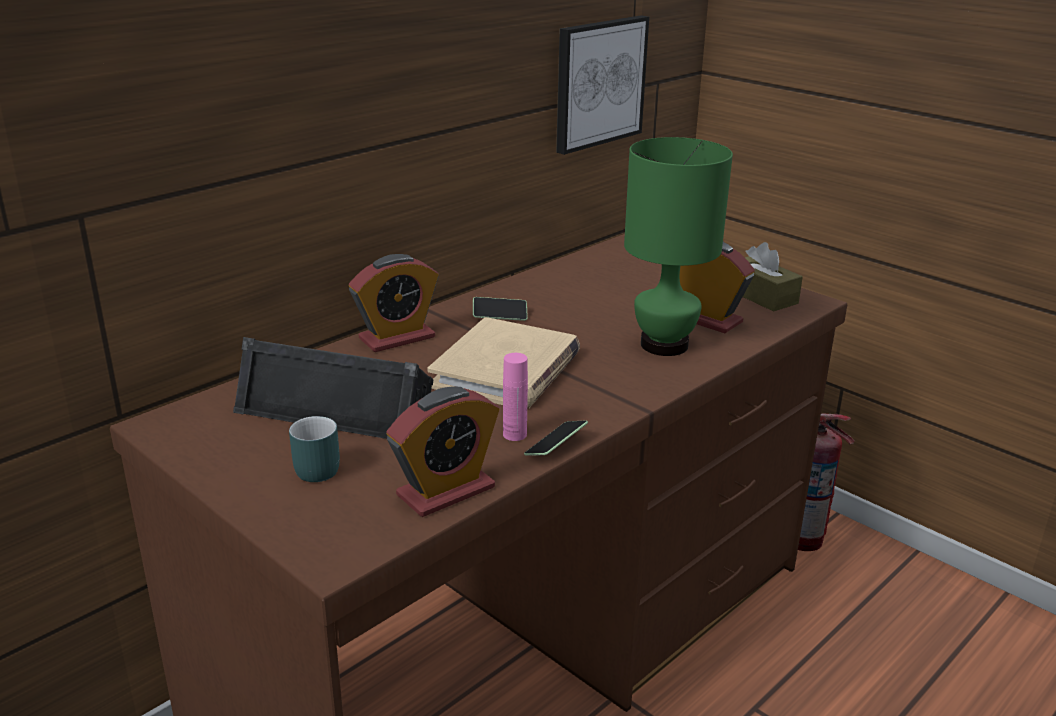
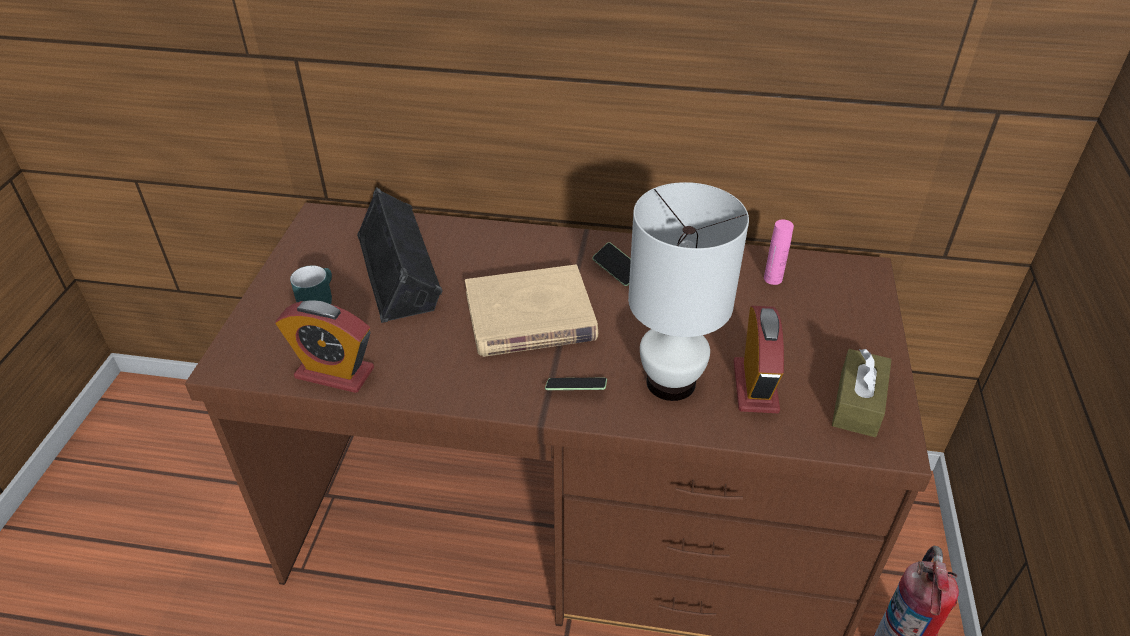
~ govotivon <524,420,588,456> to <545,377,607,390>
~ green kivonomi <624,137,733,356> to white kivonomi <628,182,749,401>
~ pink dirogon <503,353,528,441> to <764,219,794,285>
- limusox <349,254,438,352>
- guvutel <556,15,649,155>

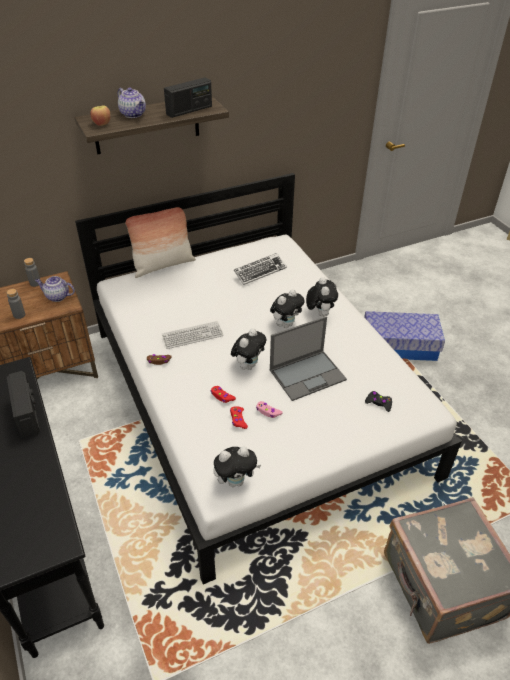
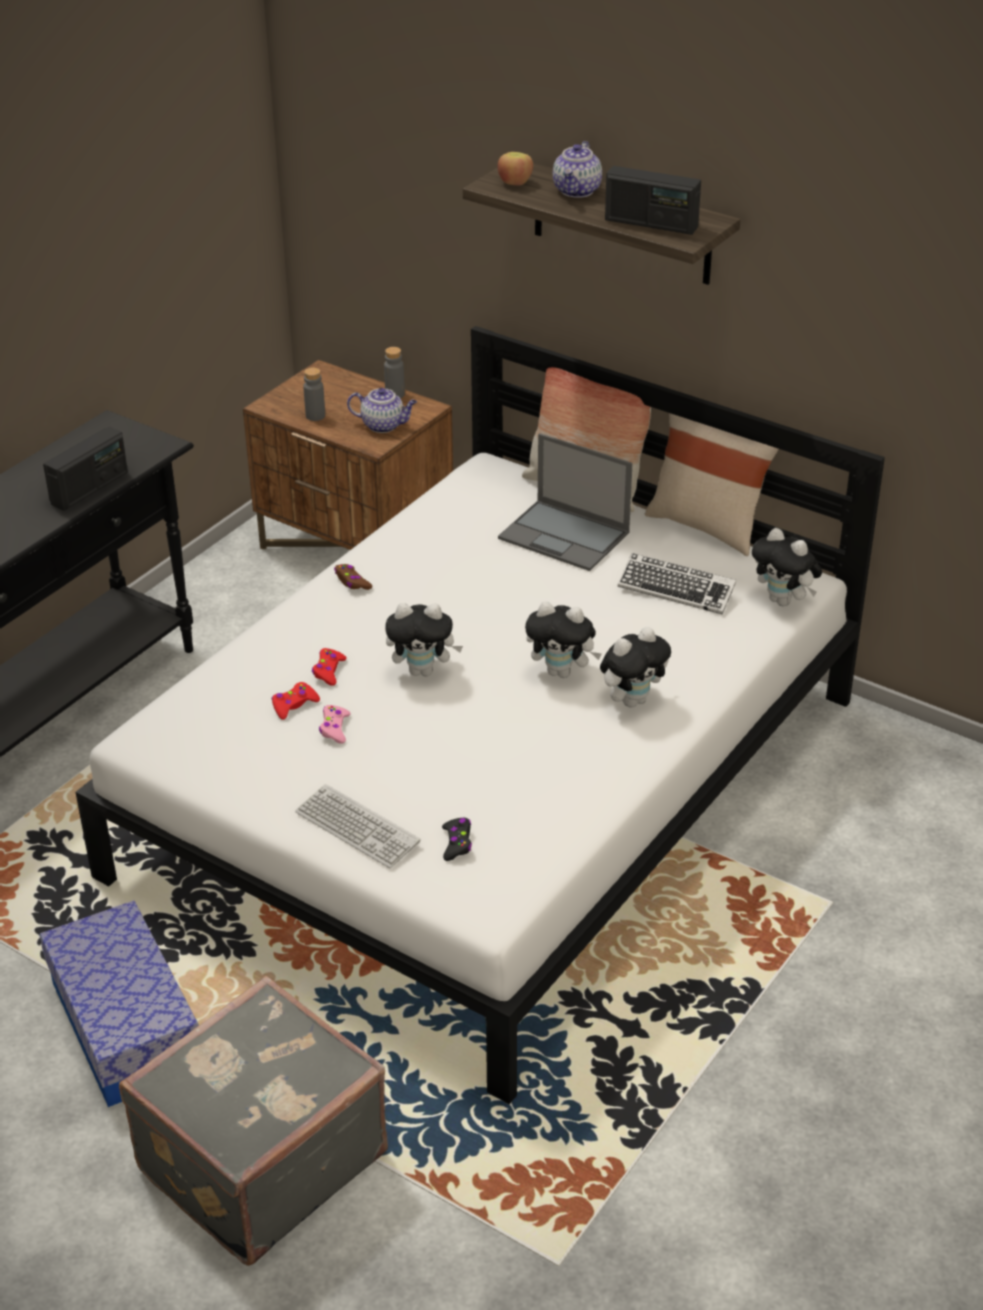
~ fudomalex <364,311,445,361> to <39,900,199,1107>
~ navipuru <162,321,224,349> to <295,784,421,868>
~ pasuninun <35,276,75,302> = <347,388,417,433> 120 degrees clockwise
~ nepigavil <270,316,347,401> to <498,433,633,571>
+ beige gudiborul <645,413,779,556>
~ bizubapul <213,446,261,487> to <752,528,822,606>

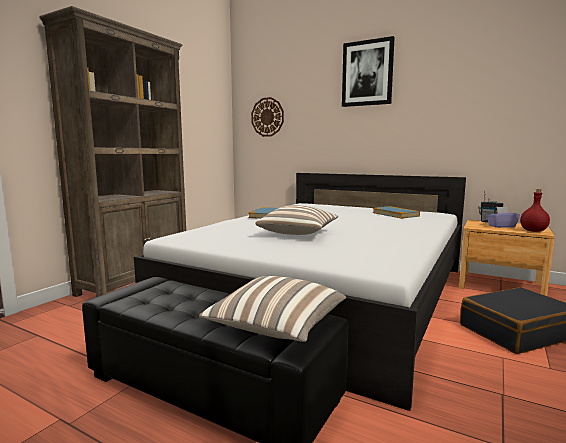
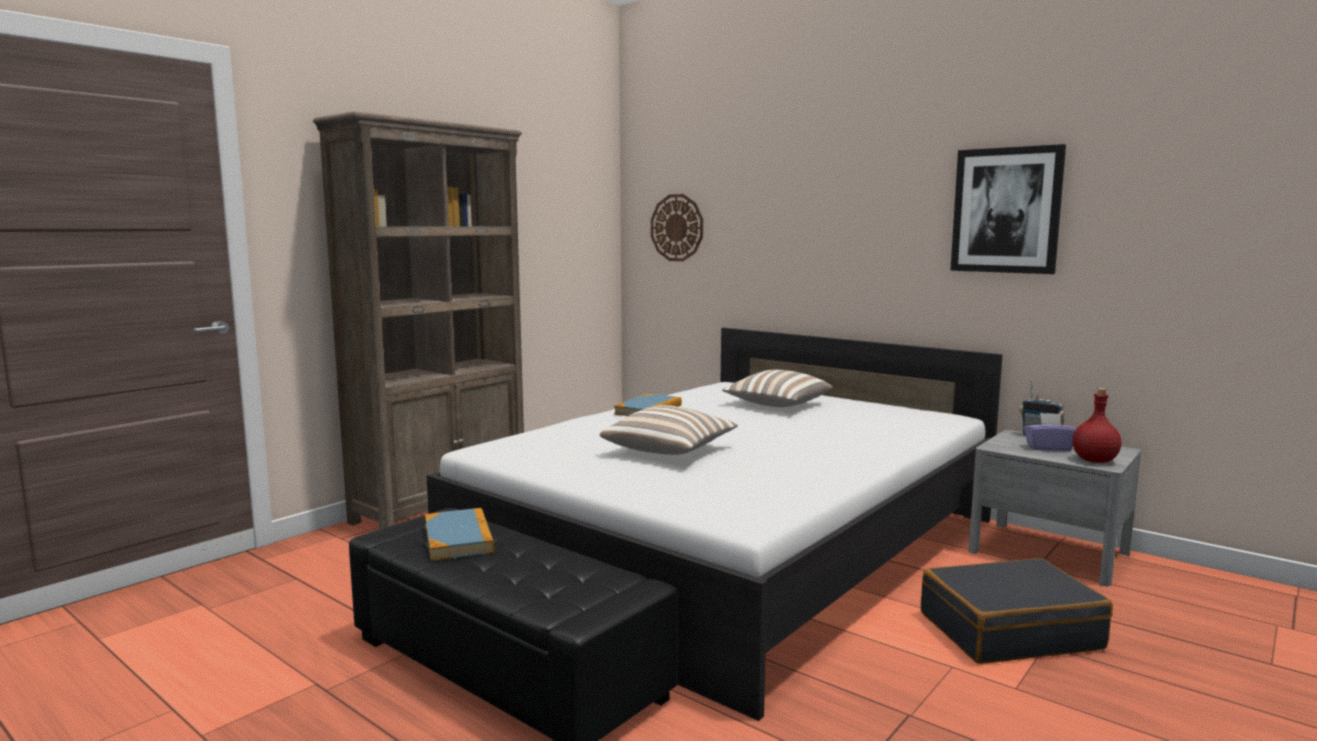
~ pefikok <373,206,420,219> to <425,508,495,561>
~ gudiborul <199,276,346,342> to <722,370,833,407>
~ guvutel <342,36,395,107> to <950,144,1066,274>
~ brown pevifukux <459,220,555,296> to grey pevifukux <969,430,1141,586>

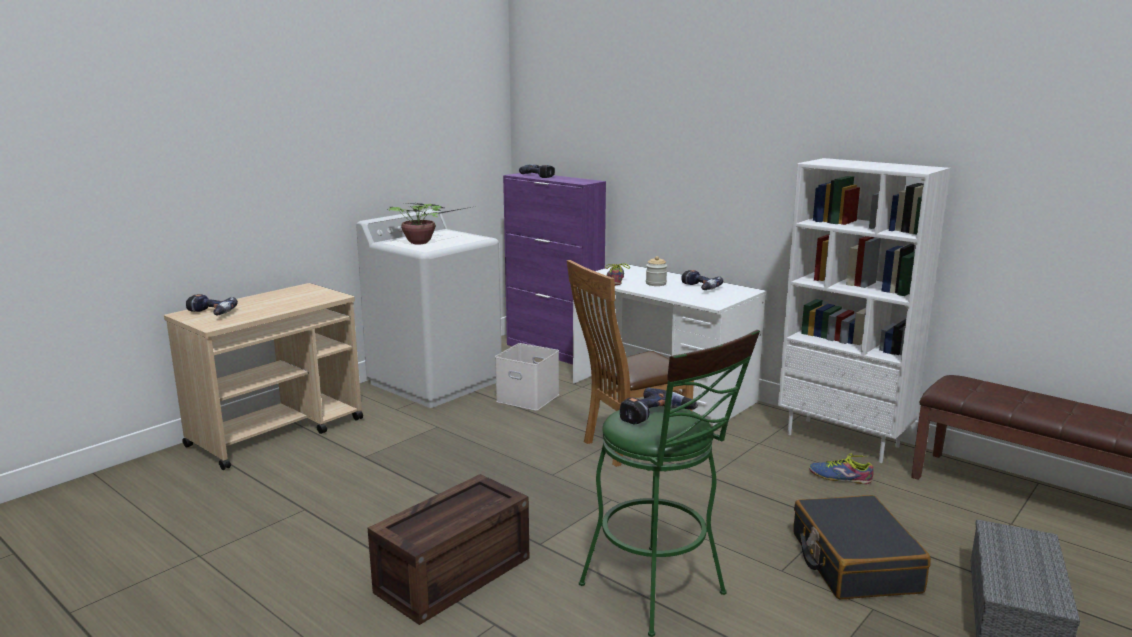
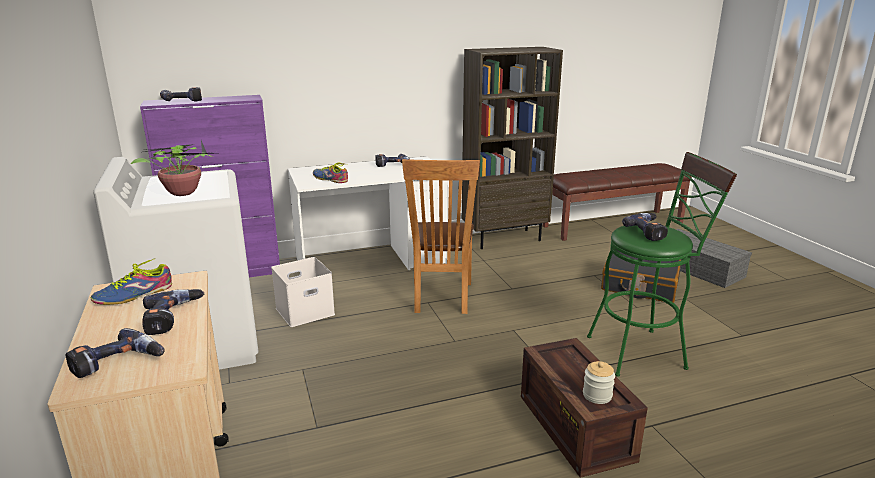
~ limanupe <809,453,874,484> to <91,258,172,305>
+ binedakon <142,289,204,335>
~ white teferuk <778,158,951,463> to brown teferuk <462,47,563,249>
~ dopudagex <646,256,667,286> to <583,361,615,404>

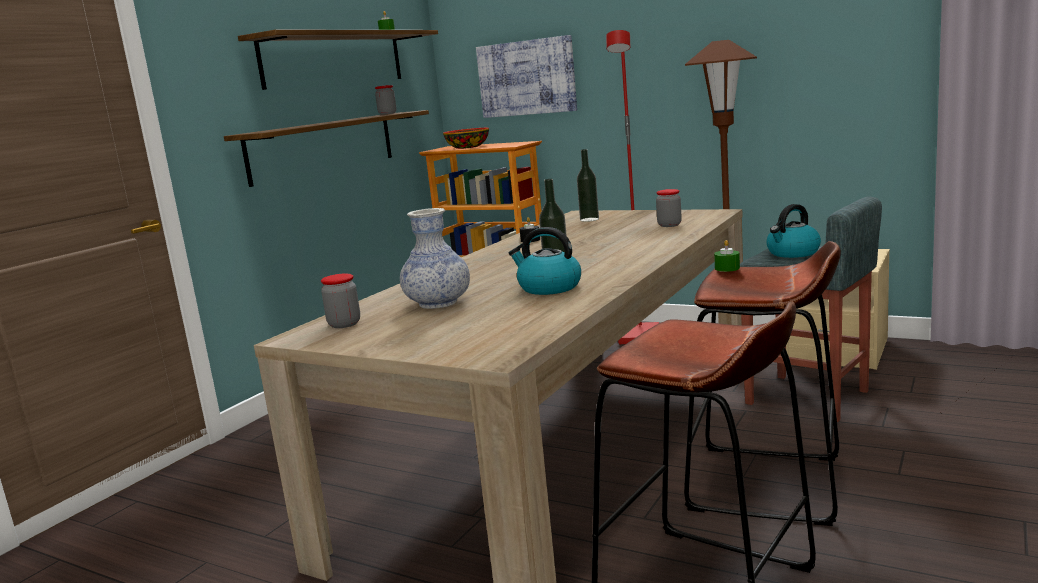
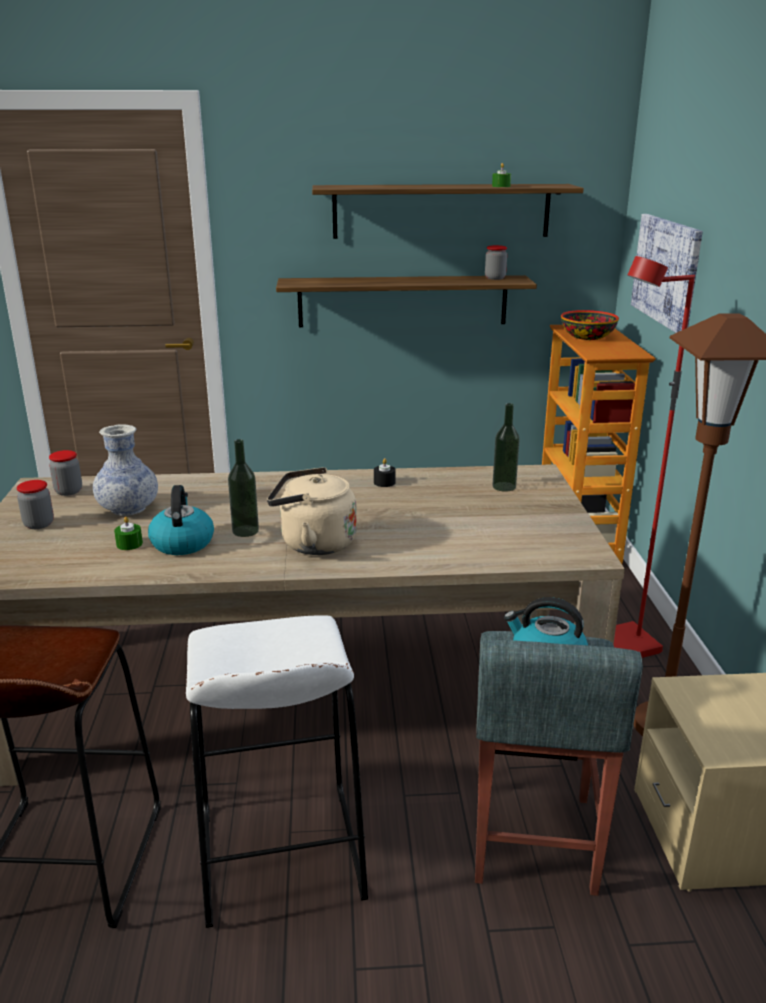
~ dopudagex <656,189,682,227> to <16,480,54,529>
~ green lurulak <714,240,740,272> to <114,517,143,550>
~ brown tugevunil <684,241,841,526> to white tugevunil <186,615,368,928>
+ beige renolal <267,467,357,555>

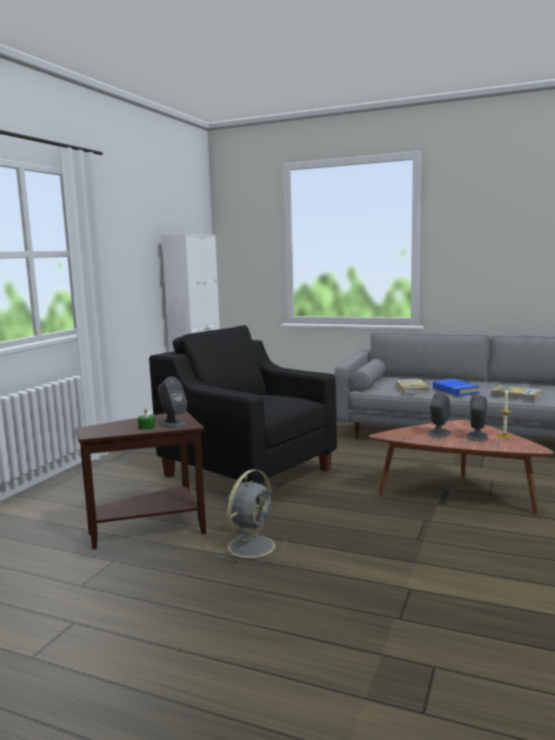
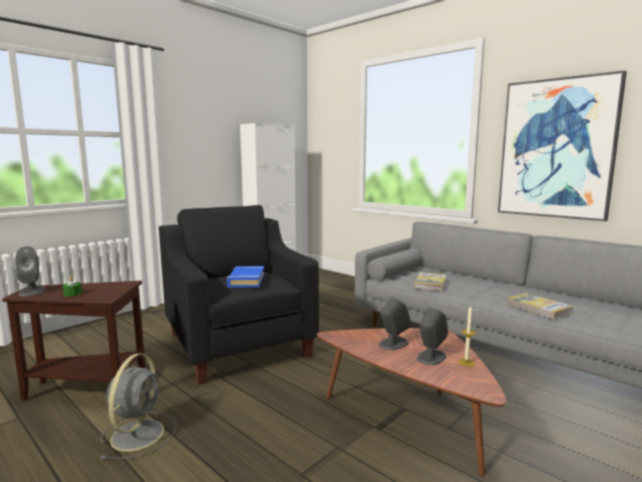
~ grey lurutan <158,377,187,428> to <15,246,45,296>
~ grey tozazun <218,469,287,563> = <100,354,177,460> 45 degrees counterclockwise
~ blue pefikok <433,379,480,396> to <227,266,264,287>
+ guvutel <498,70,627,221>

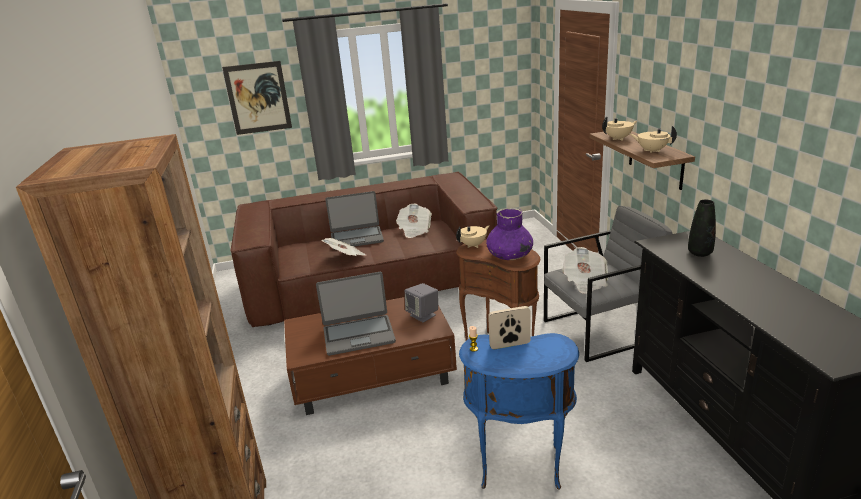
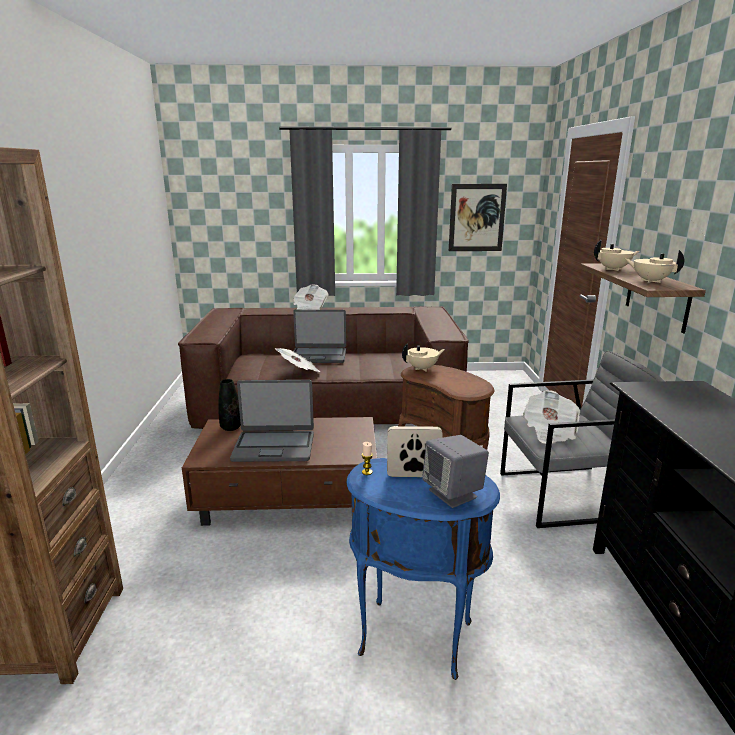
~ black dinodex <688,200,716,257> to <218,379,241,431>
~ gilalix <396,204,432,238> to <293,284,329,310>
~ grey lurutan <405,283,438,323> to <422,435,489,508>
~ guvutel <222,61,292,135> to <449,184,507,251>
- purple dinodex <486,208,533,260>

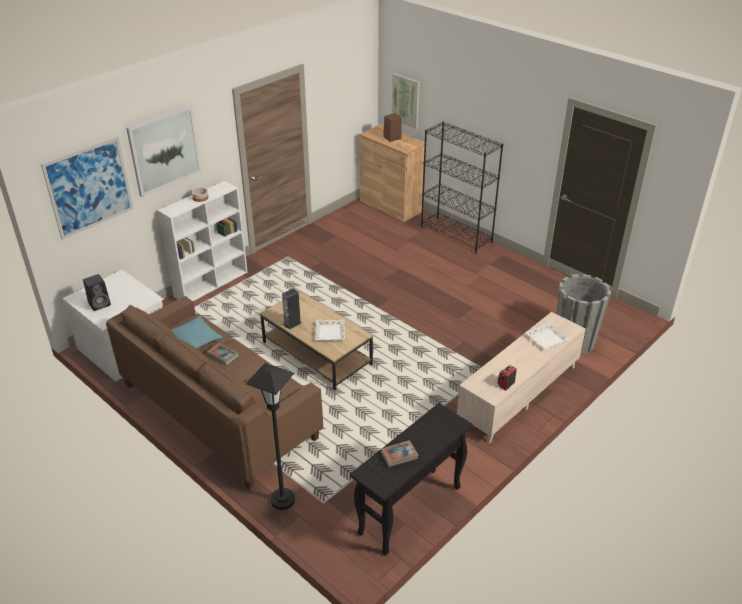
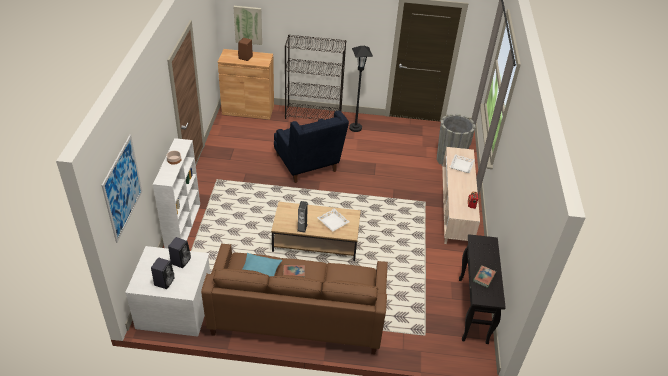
+ black lurutan <168,237,191,268>
+ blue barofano <274,110,349,183>
~ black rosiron <246,363,295,510> to <349,46,373,132>
- guvutel <126,105,202,197>

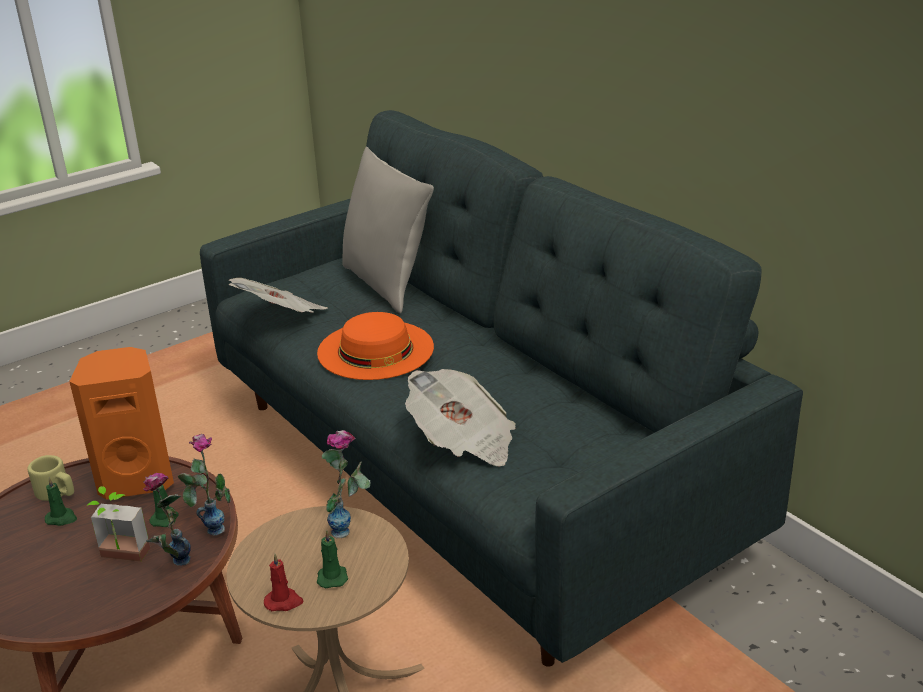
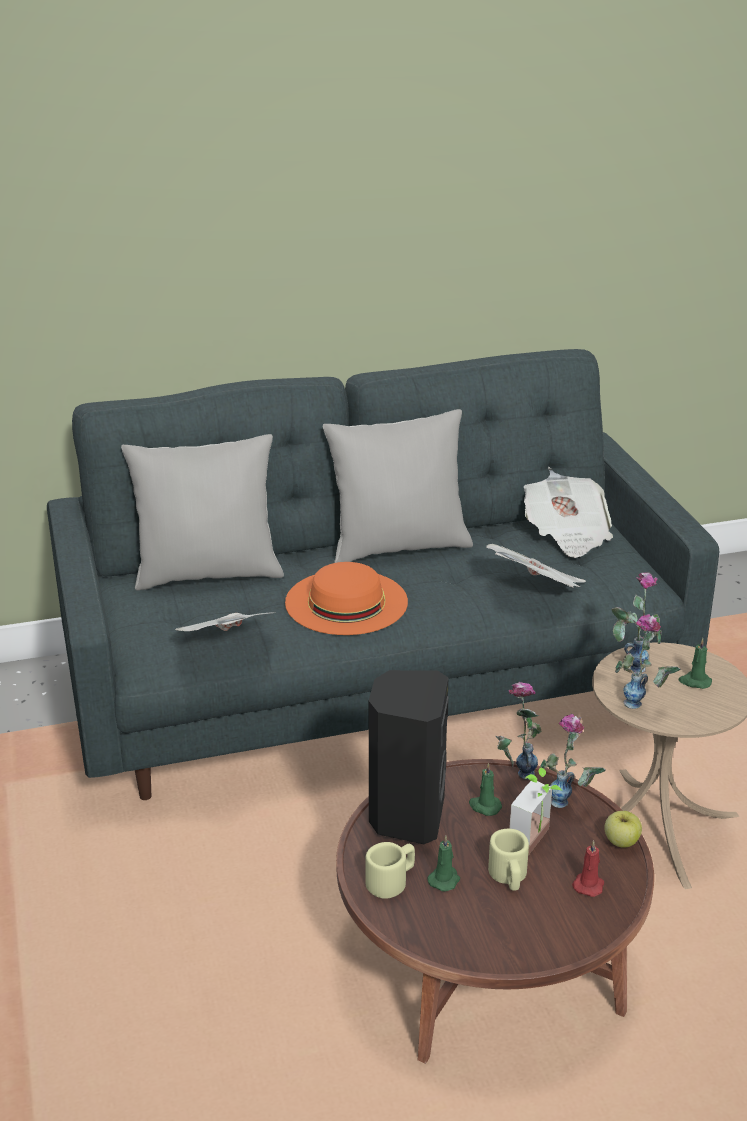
+ grey gudiborul <323,409,473,563>
~ orange lurutan <69,347,174,499> to black lurutan <369,670,449,844>
+ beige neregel <488,829,529,891>
+ gilalix <524,467,613,558>
~ red lurulak <264,554,304,611> to <572,840,604,897>
+ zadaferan <604,811,642,848>
+ dinodex <615,614,680,709>

